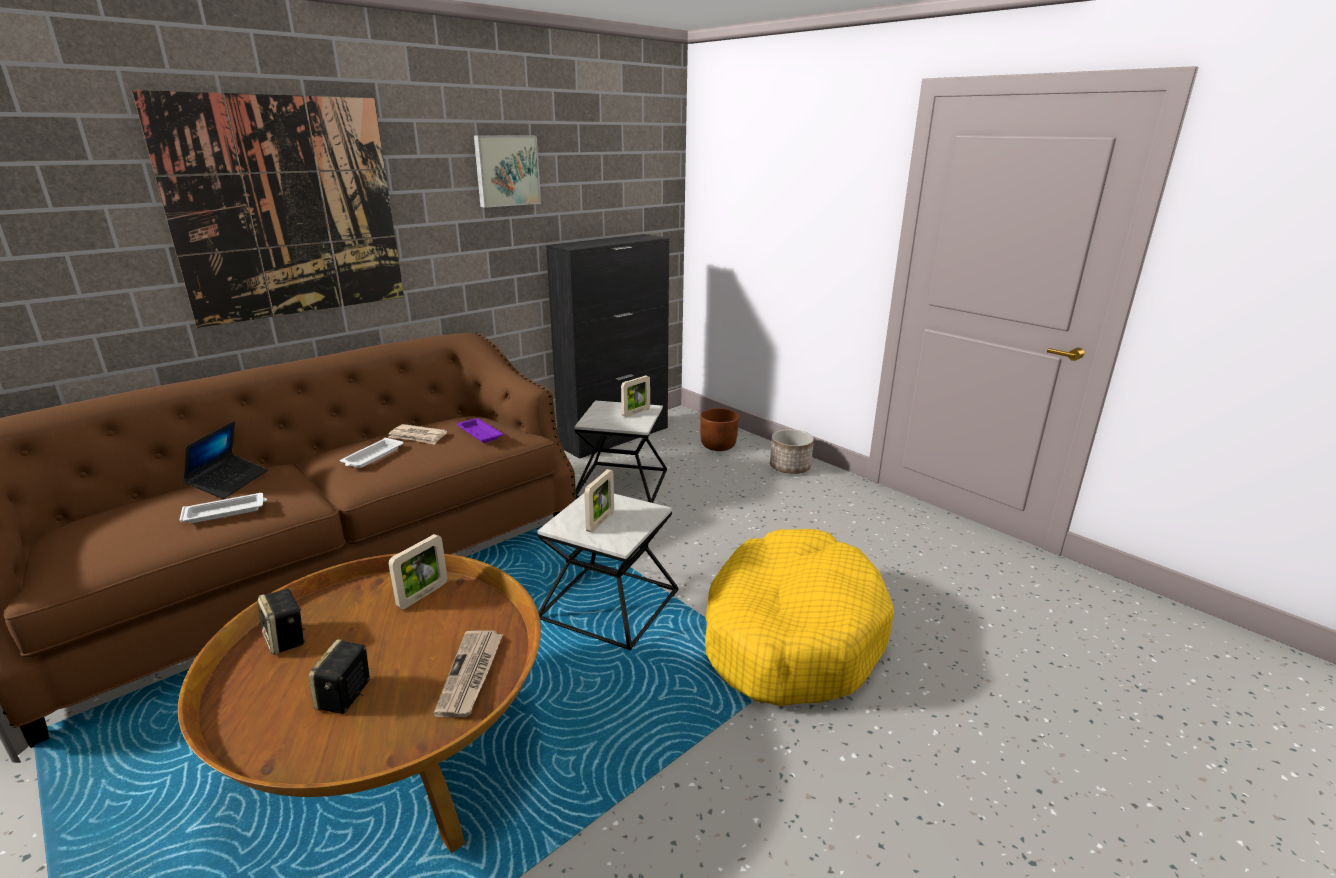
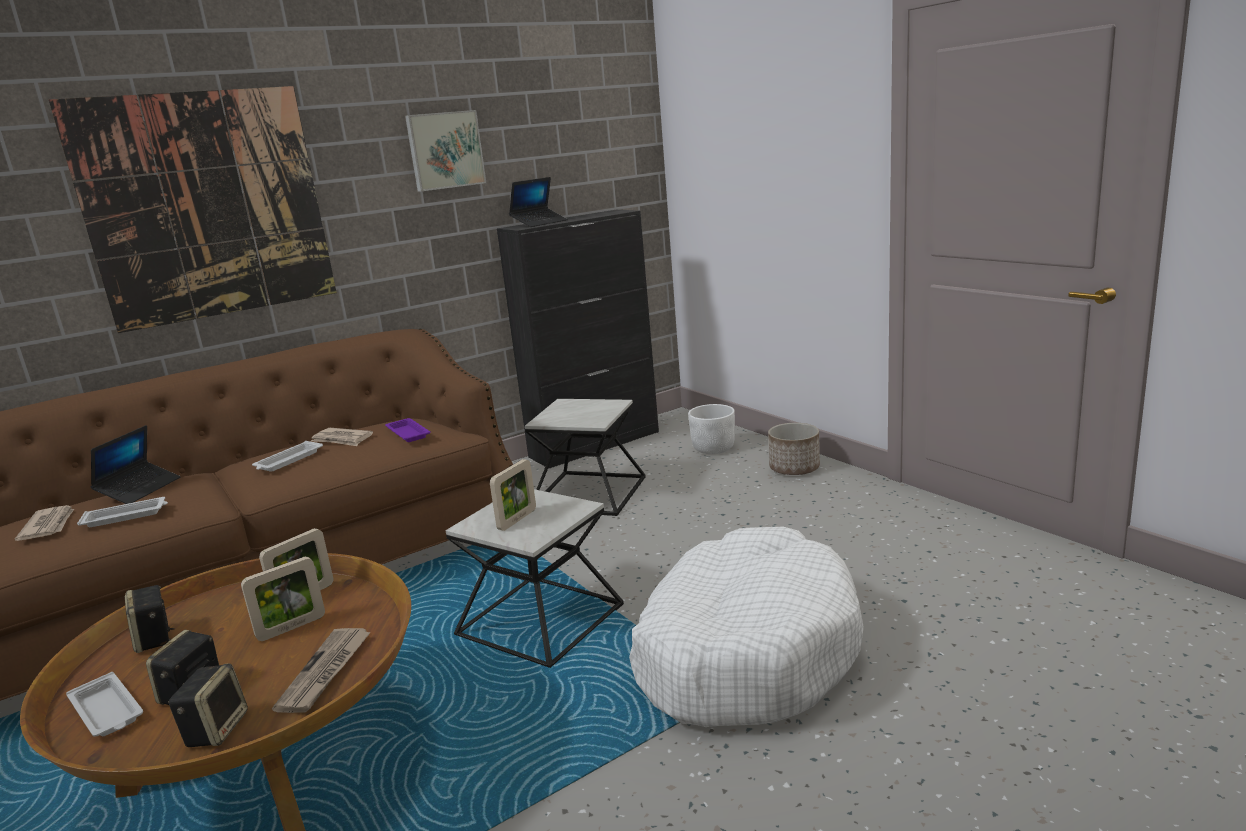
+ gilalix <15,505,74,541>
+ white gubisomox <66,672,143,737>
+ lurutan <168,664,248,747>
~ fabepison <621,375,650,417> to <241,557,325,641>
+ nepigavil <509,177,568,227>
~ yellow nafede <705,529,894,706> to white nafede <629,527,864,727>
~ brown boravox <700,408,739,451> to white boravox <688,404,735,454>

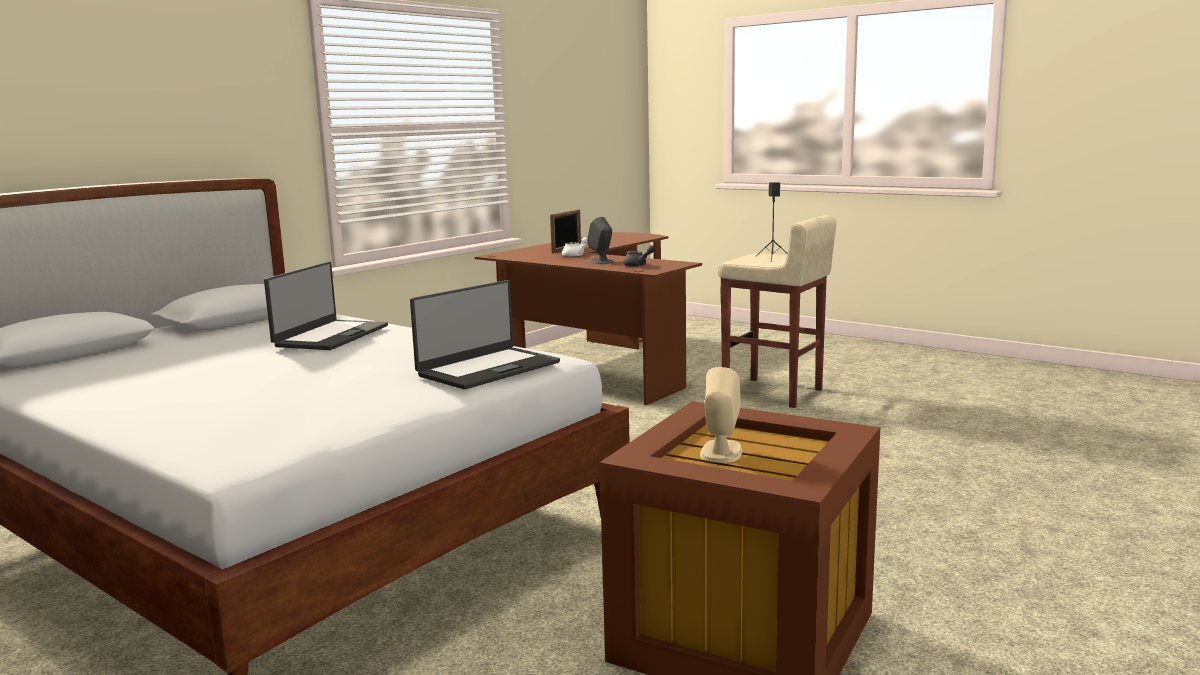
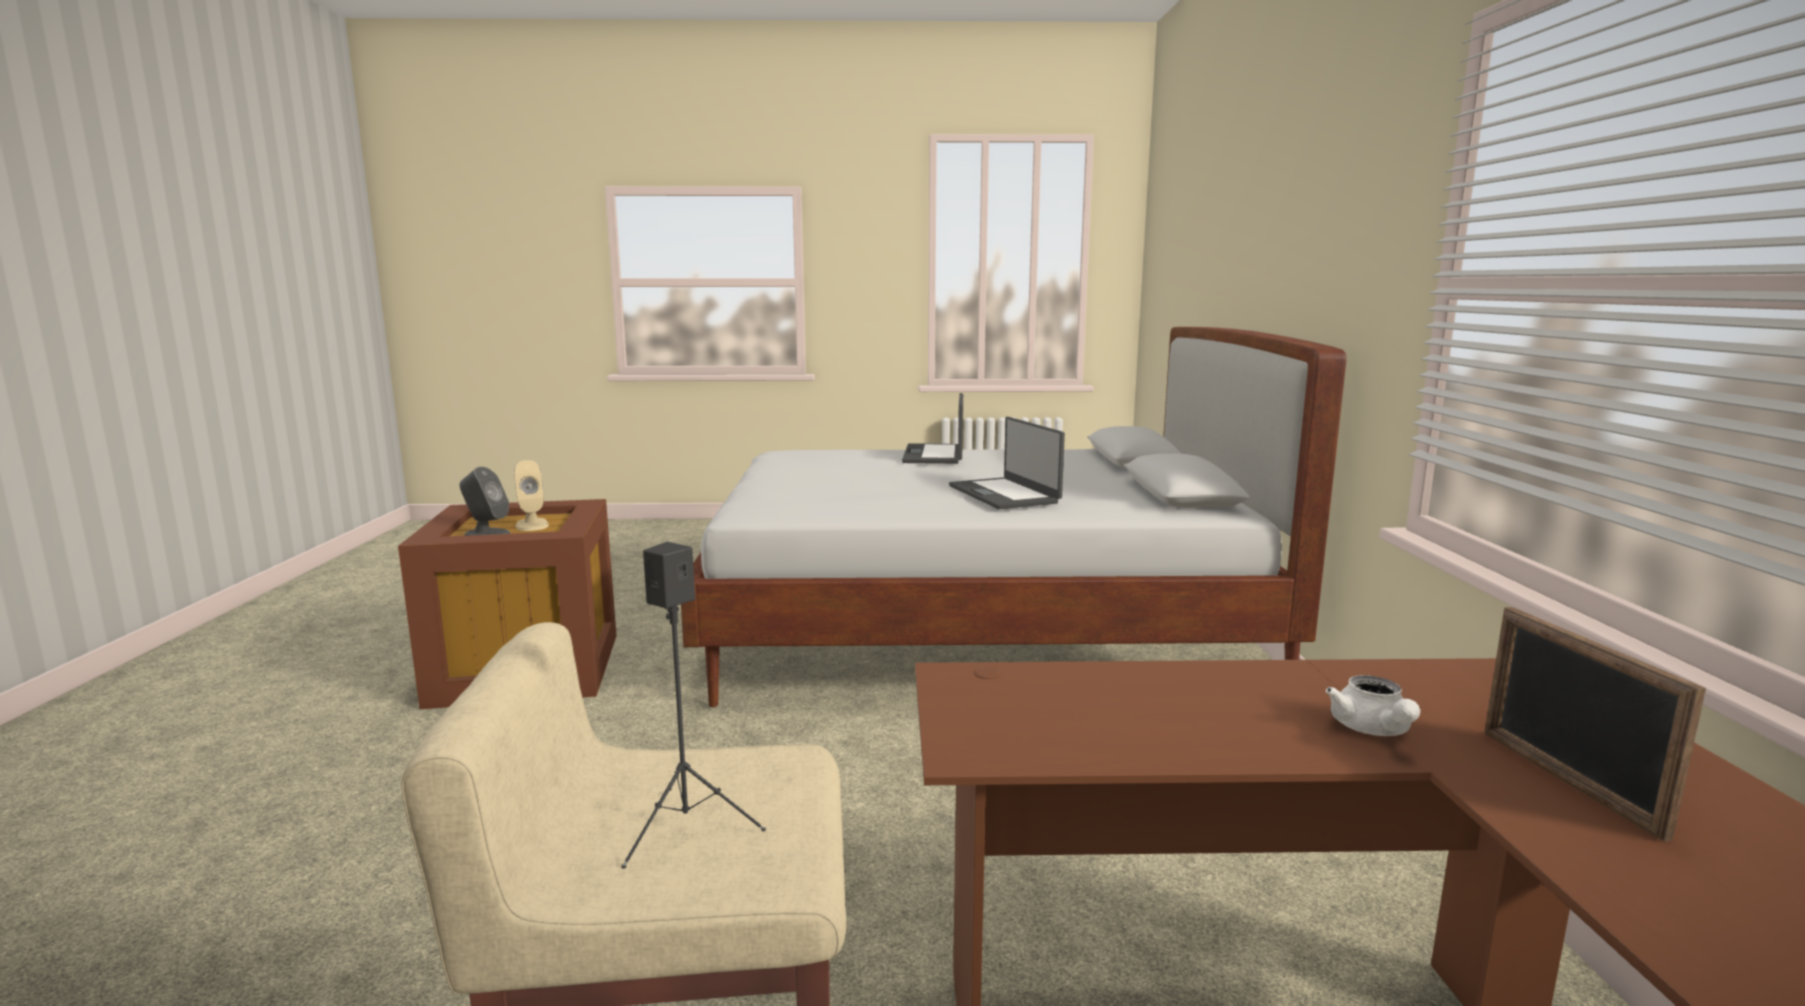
~ grey lurutan <587,217,614,264> to <459,467,511,536>
~ nepigavil <410,280,560,390> to <902,393,963,464>
- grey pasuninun <623,245,655,267>

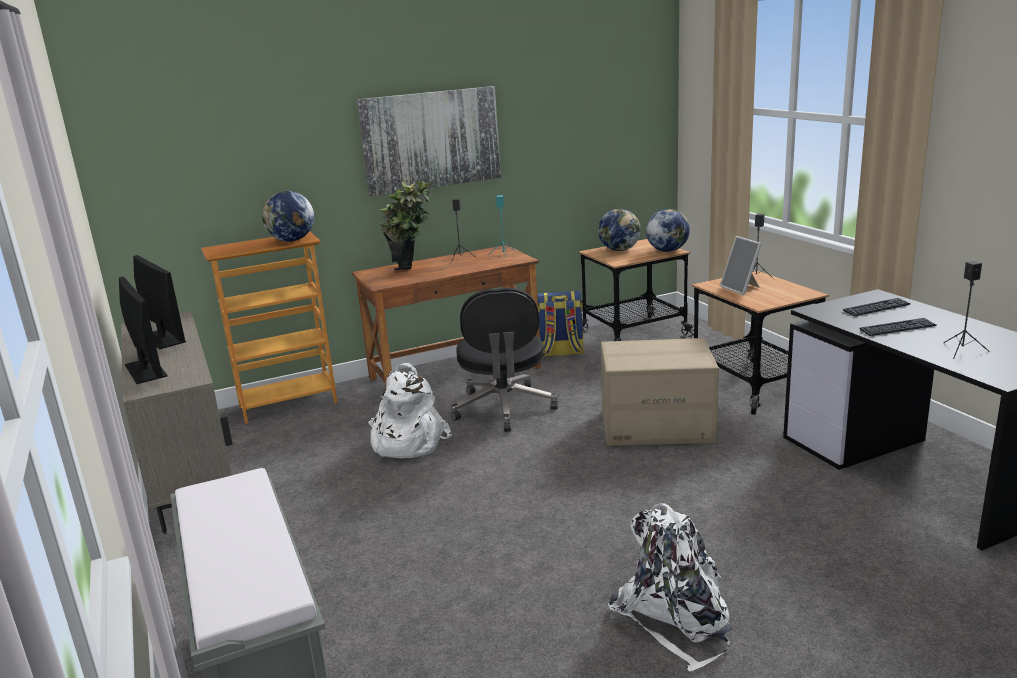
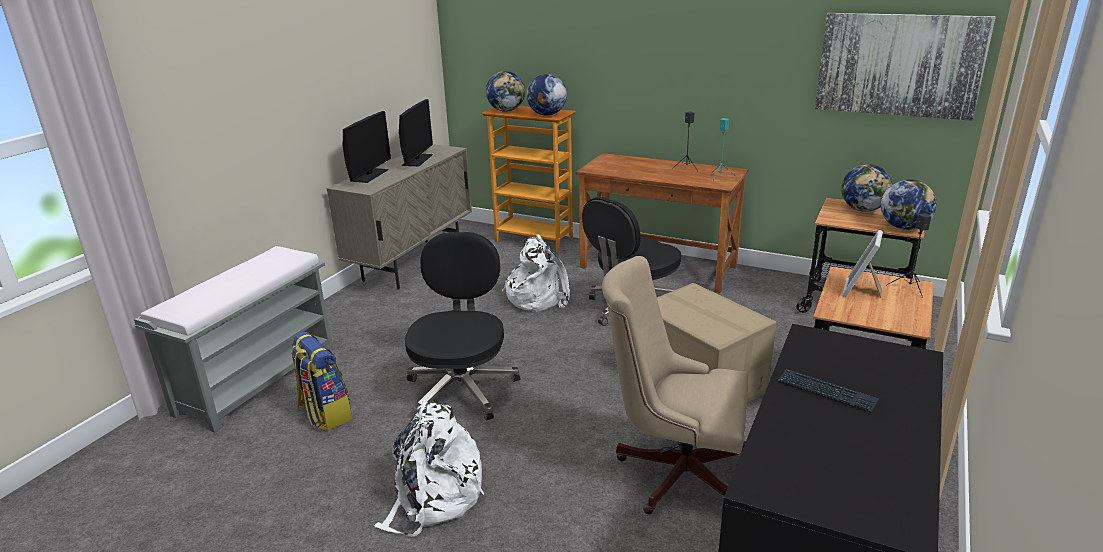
~ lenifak <537,291,584,357> to <291,332,352,431>
+ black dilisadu <405,232,520,421>
+ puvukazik <486,71,525,112>
+ beige dilisadu <602,256,748,514>
~ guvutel <357,86,501,196> to <815,13,996,121>
- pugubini <380,181,431,270>
- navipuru <843,298,911,316>
- black lurutan <943,261,990,359>

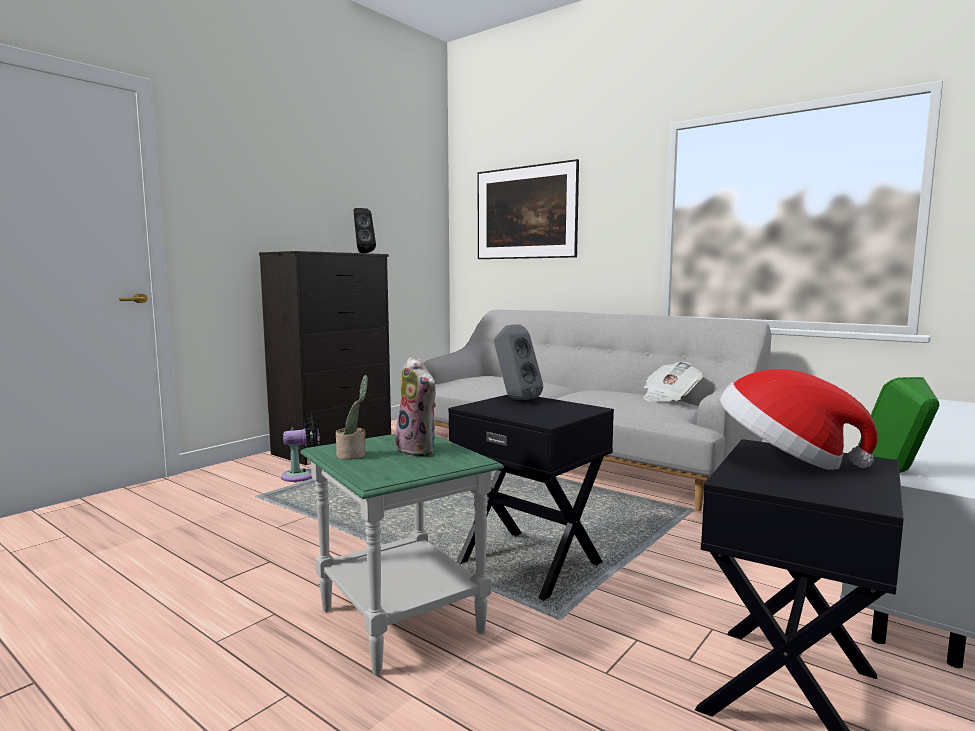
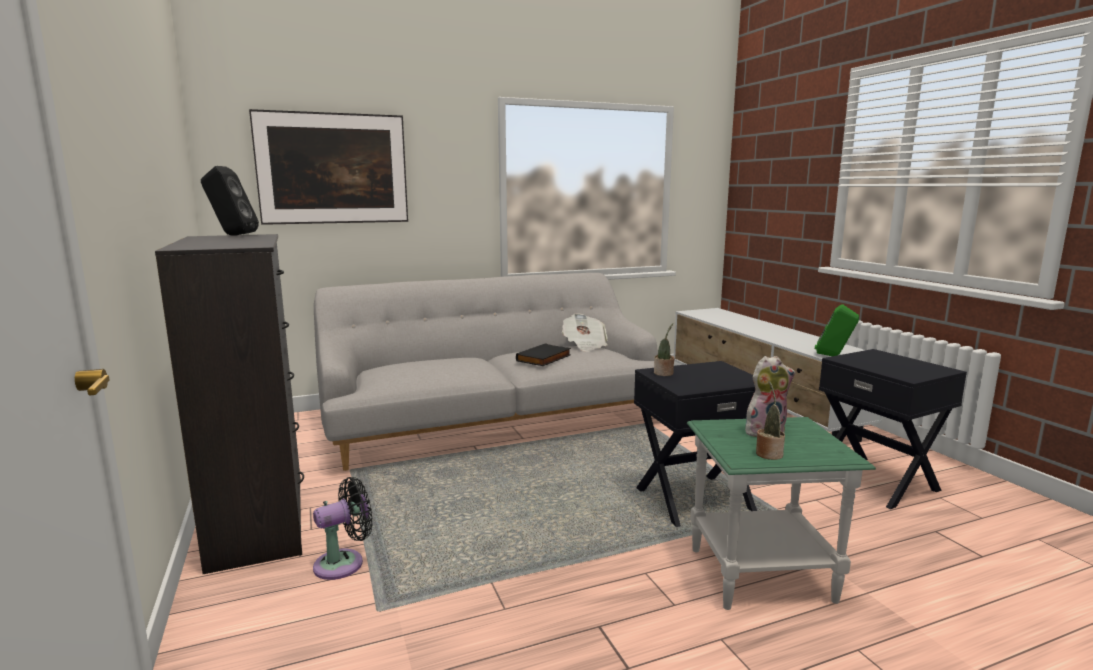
~ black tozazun <281,414,321,482> = <313,477,373,580> 45 degrees clockwise
+ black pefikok <516,343,571,366>
~ grey lurutan <494,324,543,400> to pugubini <654,323,675,376>
- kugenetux <720,369,878,470>

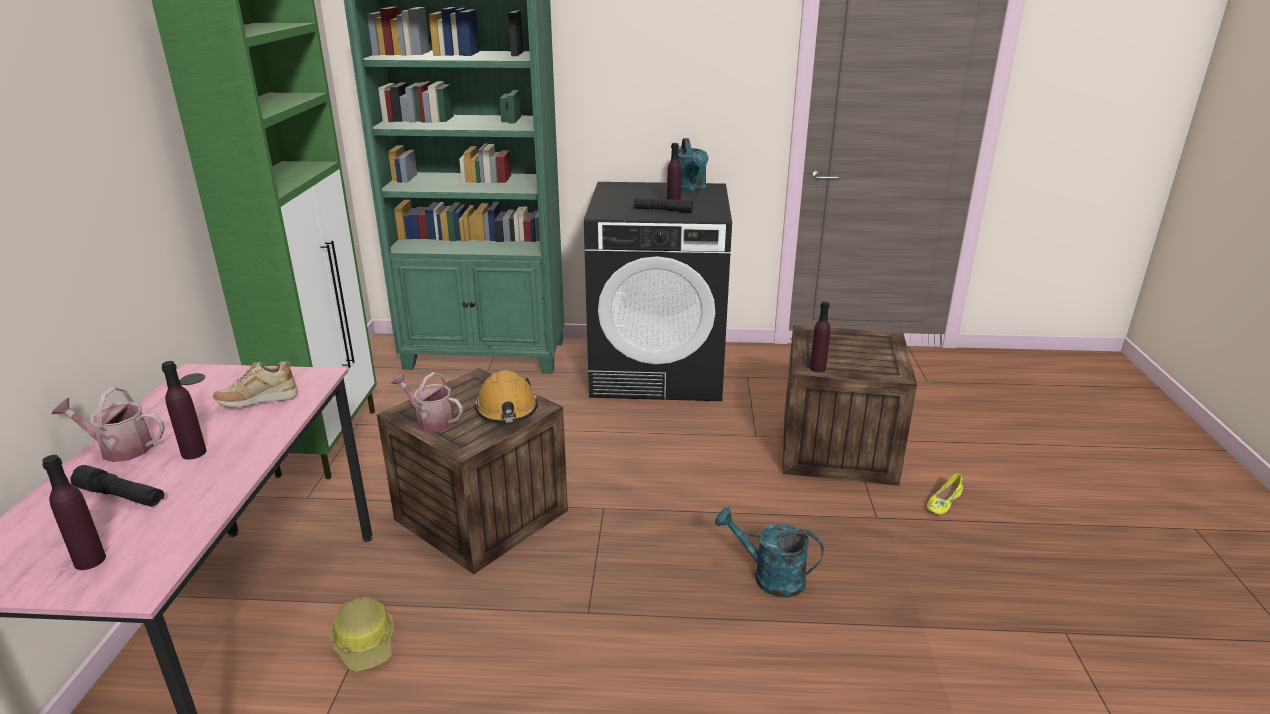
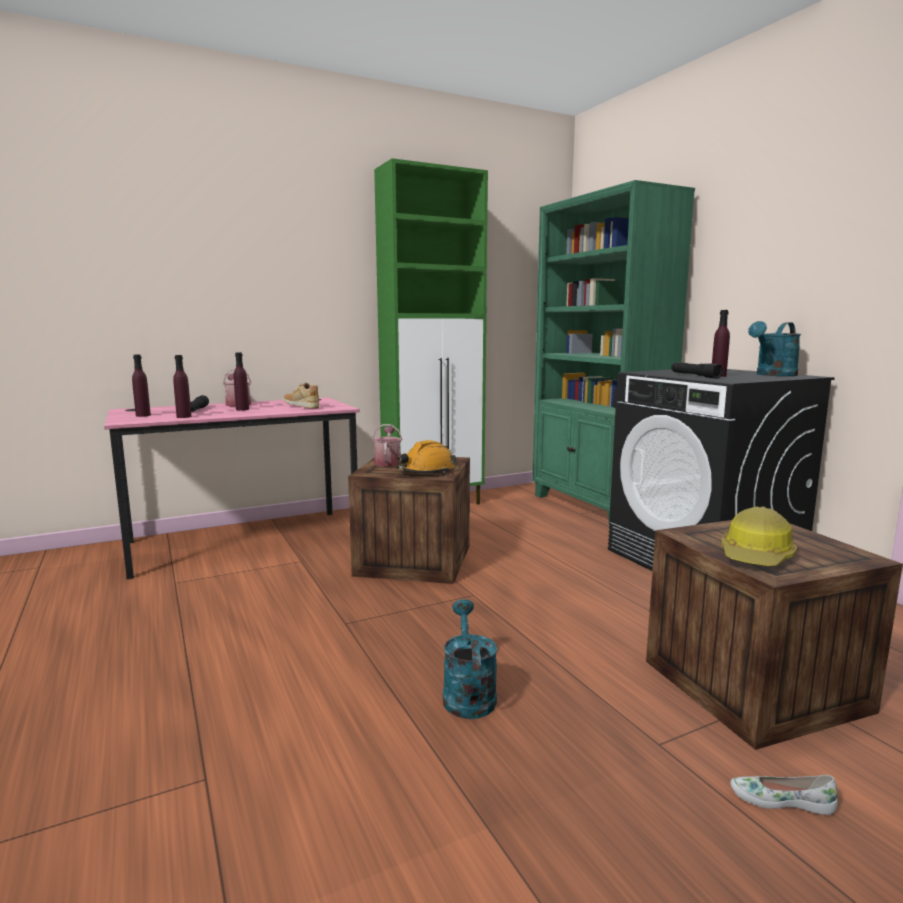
~ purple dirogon <810,301,830,372> to <173,355,191,418>
~ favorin <329,596,394,672> to <721,507,797,566>
~ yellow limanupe <927,474,963,514> to white limanupe <730,775,838,815>

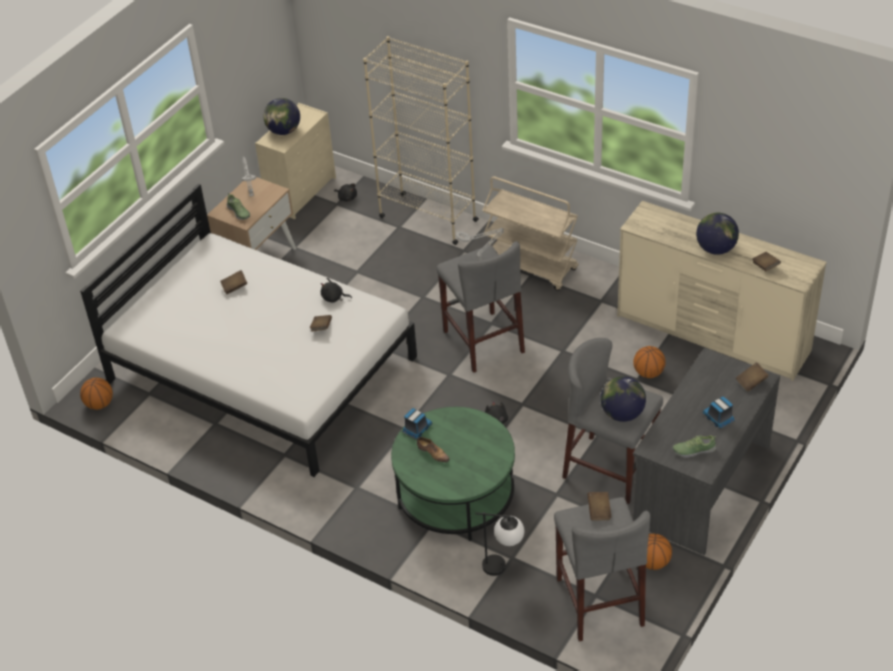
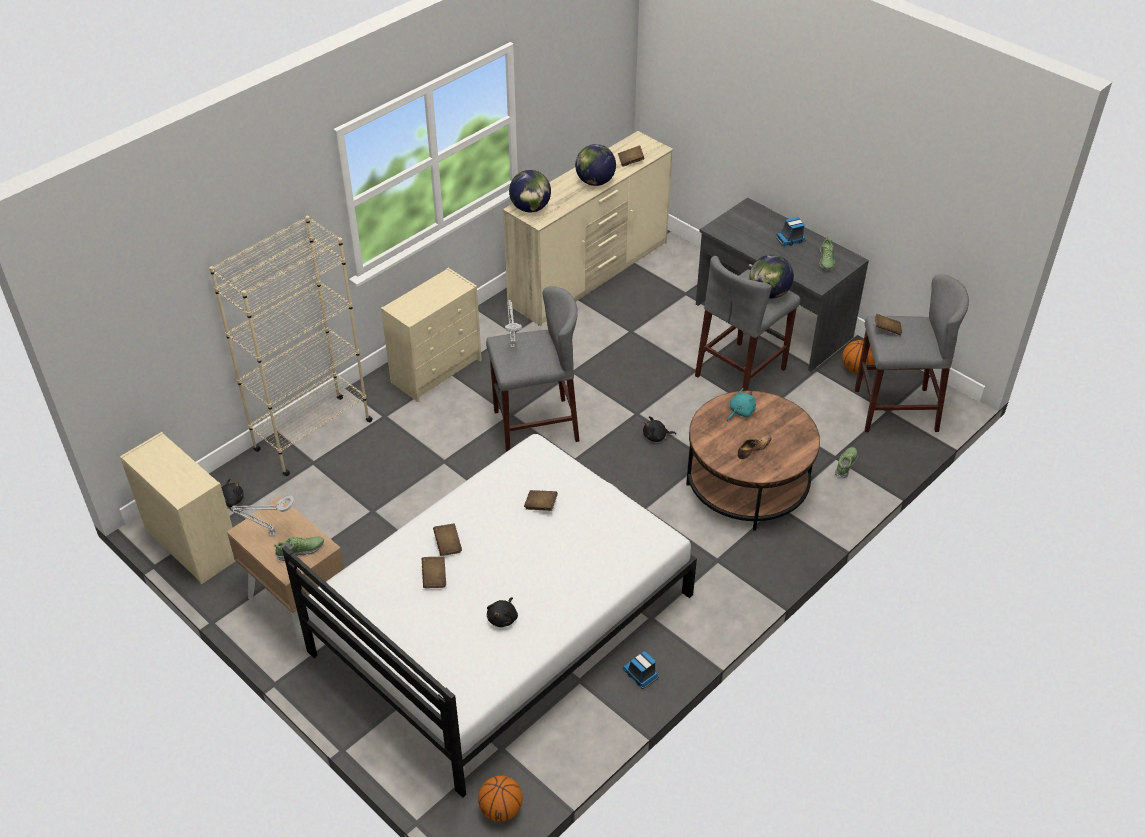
~ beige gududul <482,176,578,291> to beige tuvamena <381,268,482,402>
~ brown pefikok <736,362,769,392> to <433,524,462,556>
~ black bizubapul <321,278,352,302> to <487,597,518,627>
~ puvukazik <263,98,300,135> to <509,170,551,212>
~ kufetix <402,408,432,440> to <623,651,659,689>
~ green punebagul <391,407,515,541> to brown punebagul <686,391,820,531>
+ turquoise bizubapul <727,388,756,421>
~ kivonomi <475,512,524,576> to limanupe <835,447,858,478>
- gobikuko <633,346,666,378>

